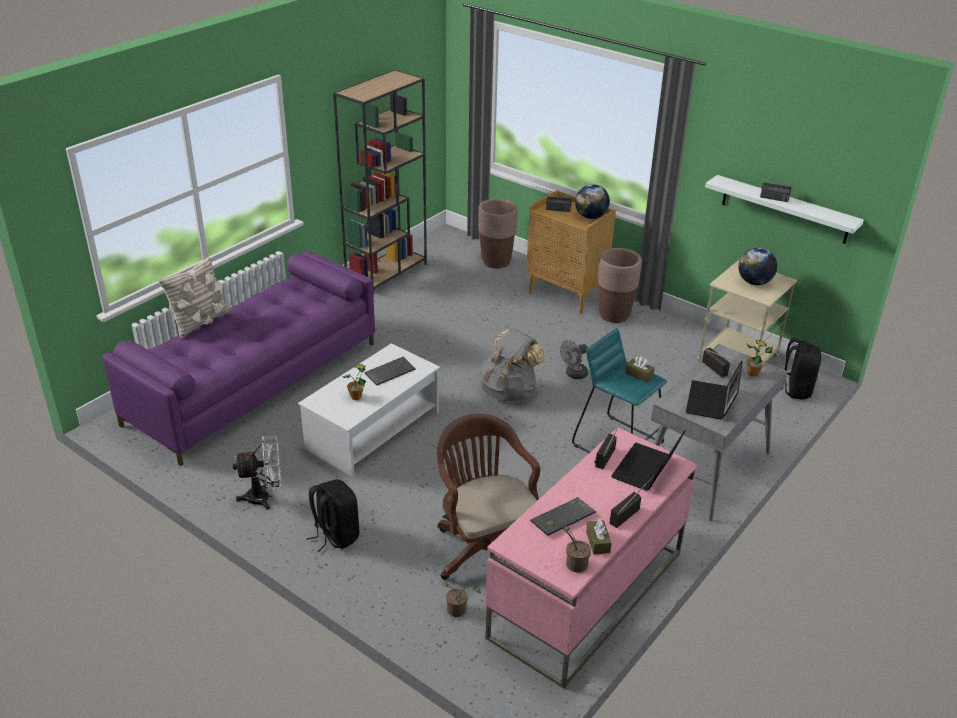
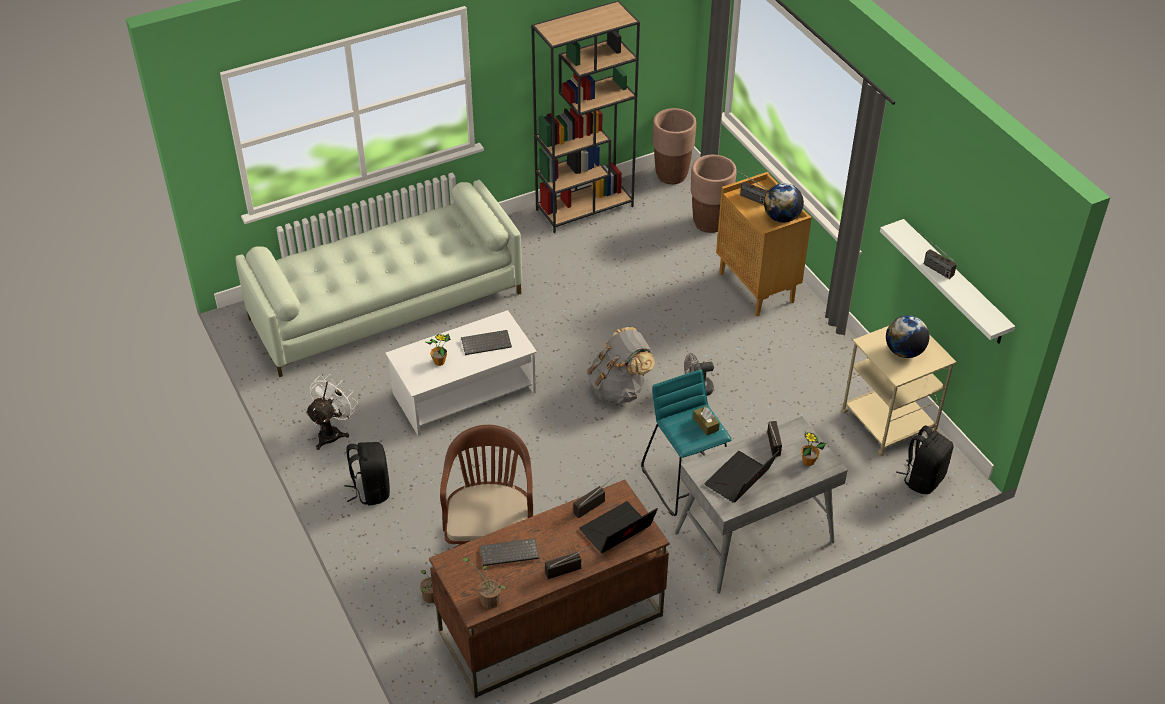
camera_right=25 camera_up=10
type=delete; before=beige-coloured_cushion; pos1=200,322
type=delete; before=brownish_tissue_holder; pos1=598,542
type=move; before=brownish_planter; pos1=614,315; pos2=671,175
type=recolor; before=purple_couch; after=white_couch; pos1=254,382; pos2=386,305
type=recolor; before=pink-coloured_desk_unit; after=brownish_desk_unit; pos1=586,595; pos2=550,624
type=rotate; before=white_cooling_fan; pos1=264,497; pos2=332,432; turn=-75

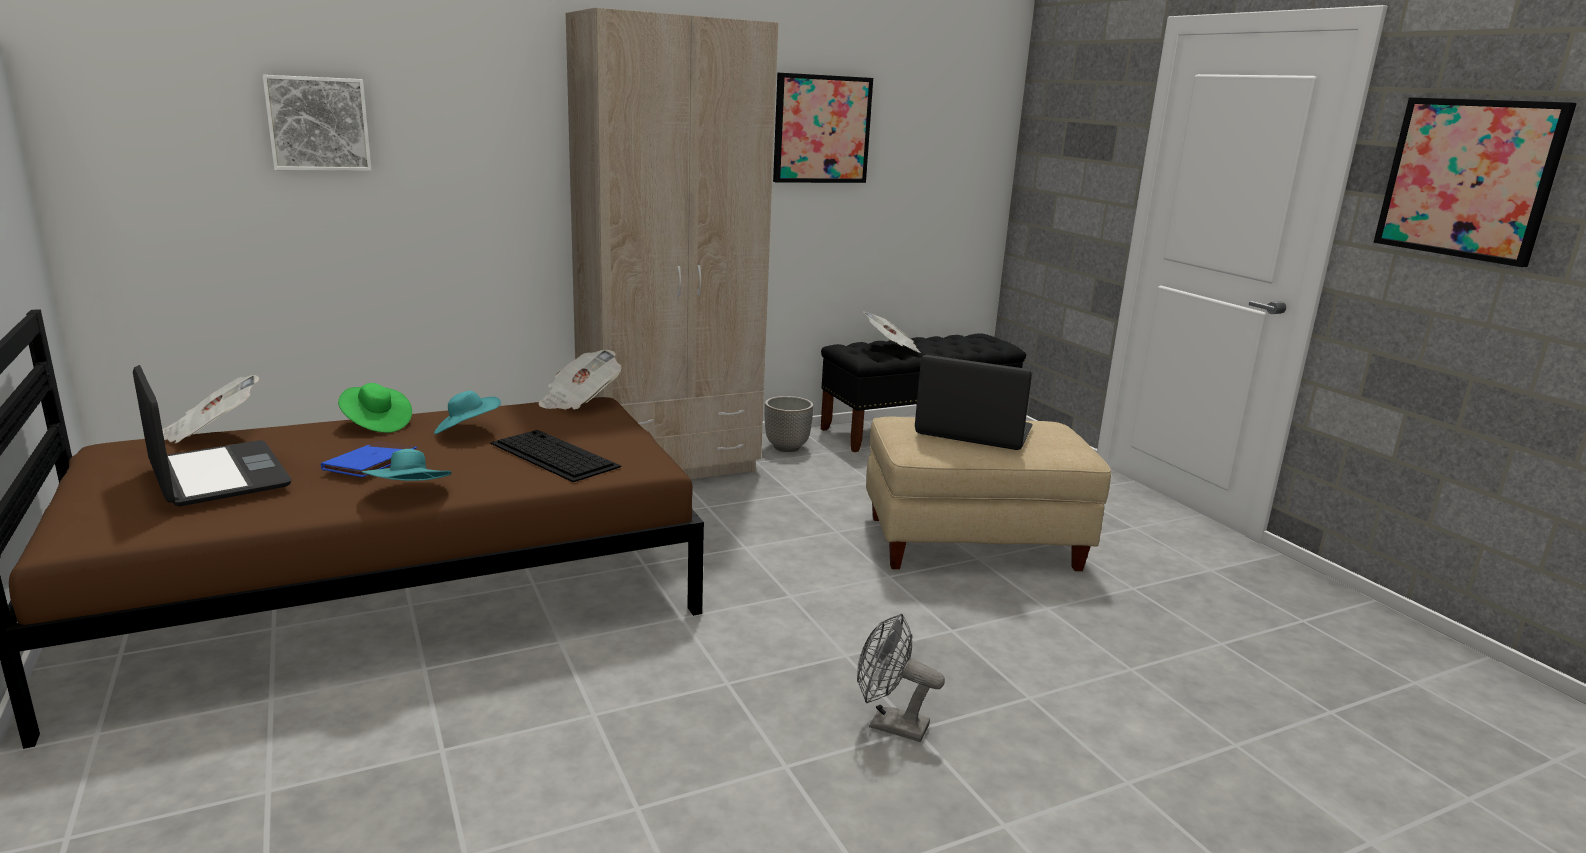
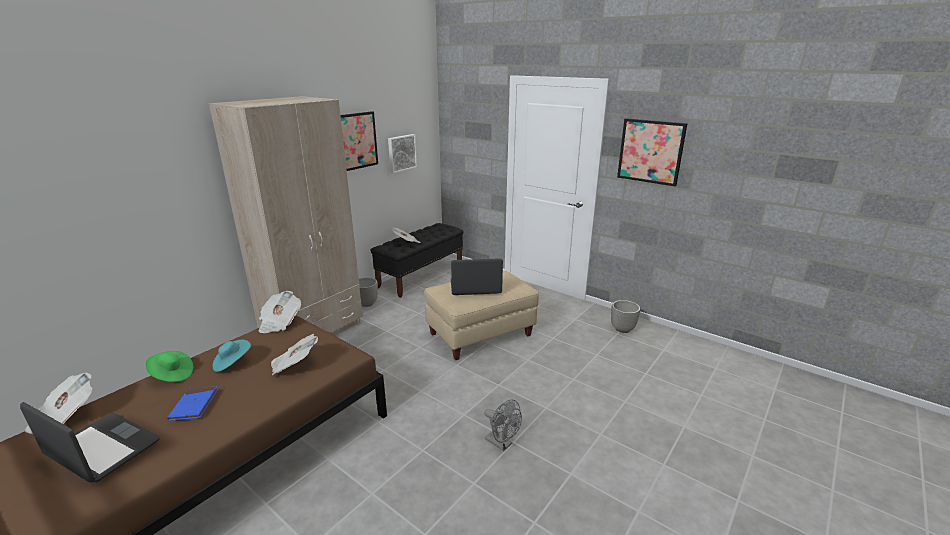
camera_right=-25 camera_up=5
type=delete; before=blue-green_clothing_hat; pos1=410,494
type=insert; after=planter; pos2=622,329
type=move; before=picture; pos1=318,123; pos2=401,153
type=replace; before=keyboard; after=newspaper; pos1=552,454; pos2=295,365
type=rotate; before=greyish_cooling_fan; pos1=889,724; pos2=502,443; turn=-135

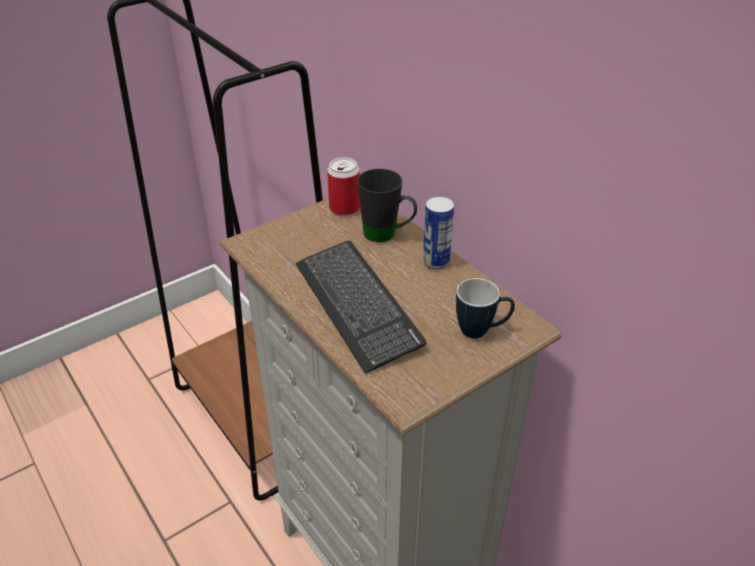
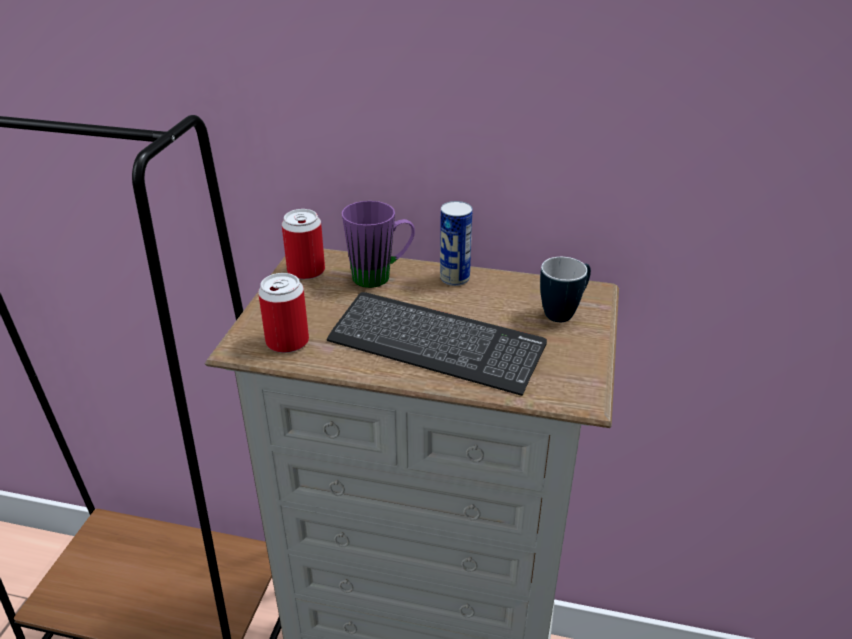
camera_right=-40 camera_up=-5
type=insert; after=can; pos2=287,342
type=recolor; before=blackish_mug; after=purple_mug; pos1=387,235; pos2=381,276

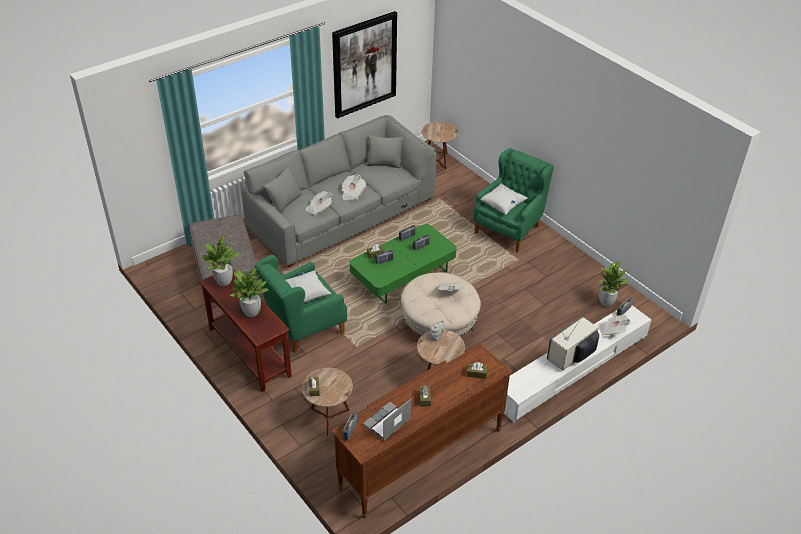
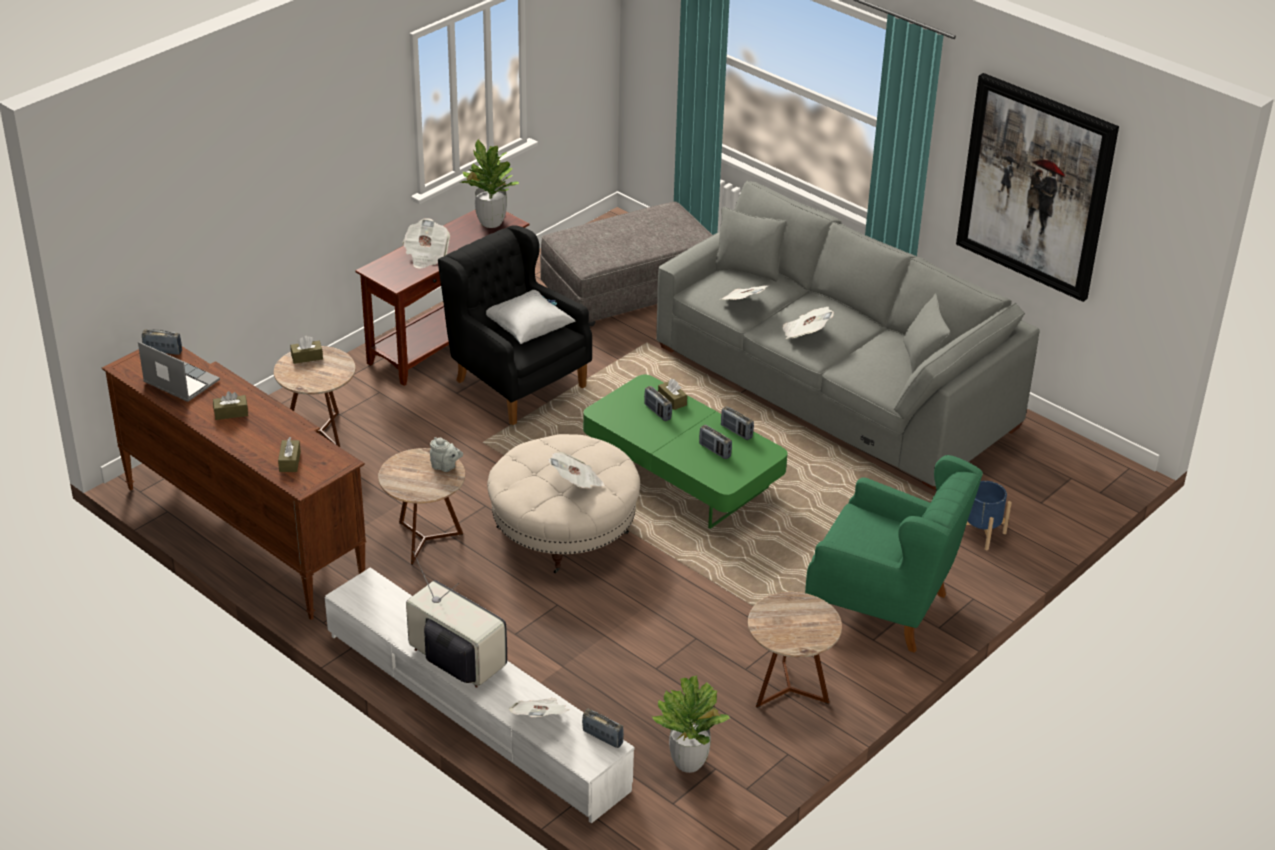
camera_right=80 camera_up=-5
type=delete; before=greyish_cushion; pos1=502,204
type=insert; after=bluish_planter; pos2=981,533
type=move; before=brownish_accent_table; pos1=438,161; pos2=788,690
type=replace; before=plant_in_a_pot; after=newspaper; pos1=251,312; pos2=426,255
type=recolor; before=greenish_easy_chair; after=blackish_easy_chair; pos1=304,327; pos2=516,384

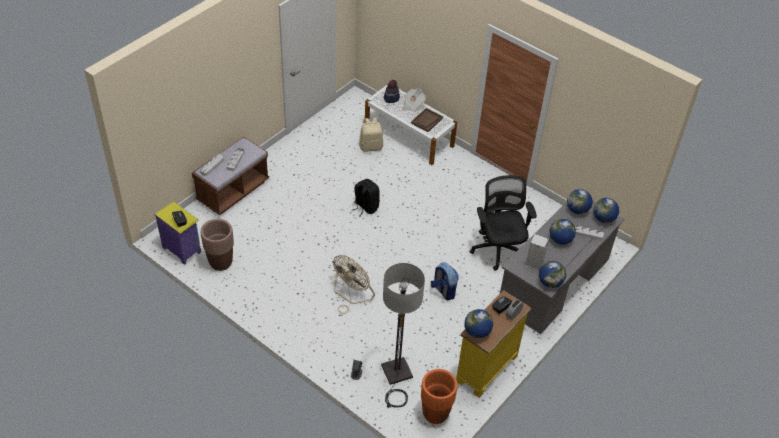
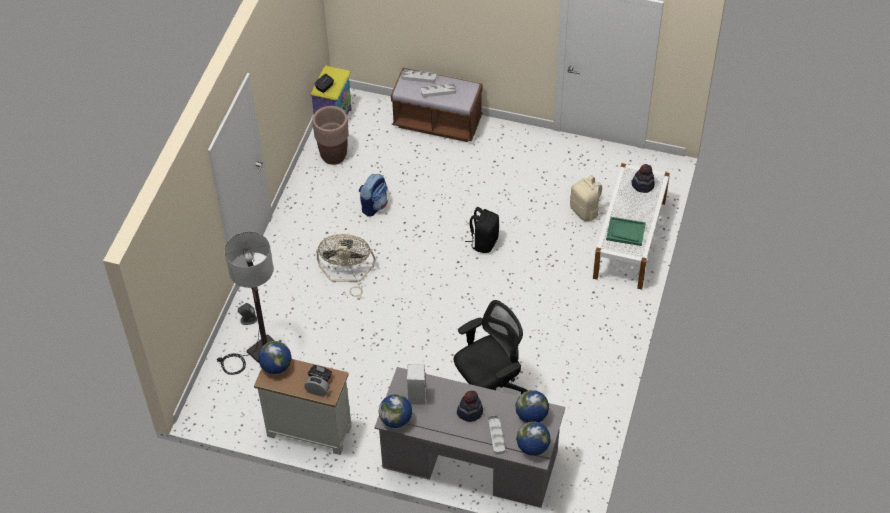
camera_right=70 camera_up=5
type=delete; before=newspaper; pos1=412,105
type=delete; before=orangey_planter; pos1=435,414
type=move; before=rucksack; pos1=443,291; pos2=374,205
type=replace; before=globe; after=clothing_hat; pos1=560,240; pos2=470,412
type=recolor; before=brownish_serving_tray; after=greenish_serving_tray; pos1=427,121; pos2=625,232
type=recolor; before=yellow_dresser; after=white_dresser; pos1=486,368; pos2=309,431
type=rotate; before=beige-coloured_cooling_fan; pos1=349,294; pos2=348,275; turn=-105

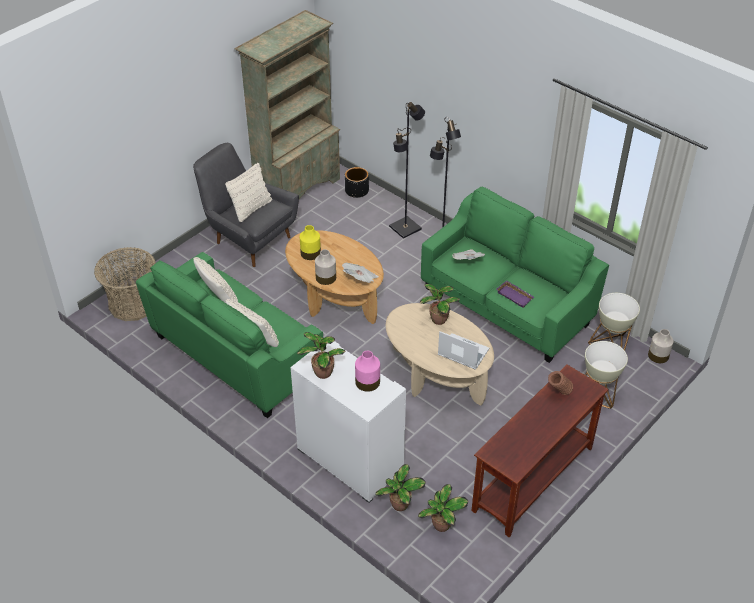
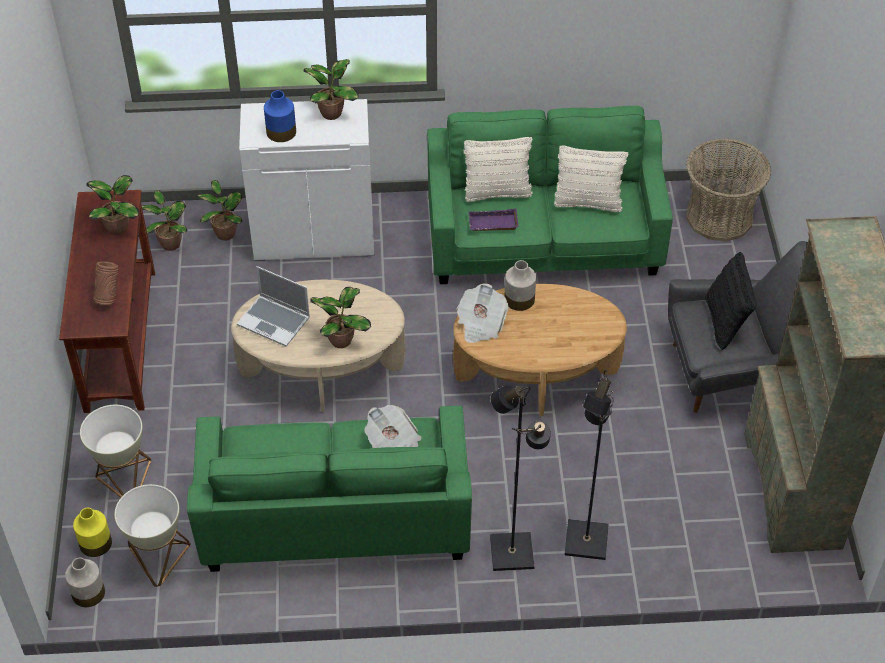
camera_right=135 camera_up=5
type=delete; before=blackish_planter; pos1=357,191
type=insert; after=plant_in_a_pot; pos2=119,227
type=move; before=yellow_flower_vase; pos1=310,253; pos2=95,543
type=move; before=purple_serving_tray; pos1=515,296; pos2=492,224
type=recolor; before=beige-coloured_cushion; after=blackish_cushion; pos1=251,209; pos2=725,323
type=recolor; before=pink-coloured_flower_vase; after=bluish_flower_vase; pos1=367,382; pos2=281,131
type=rotate; before=laptop; pos1=462,353; pos2=275,321; turn=45

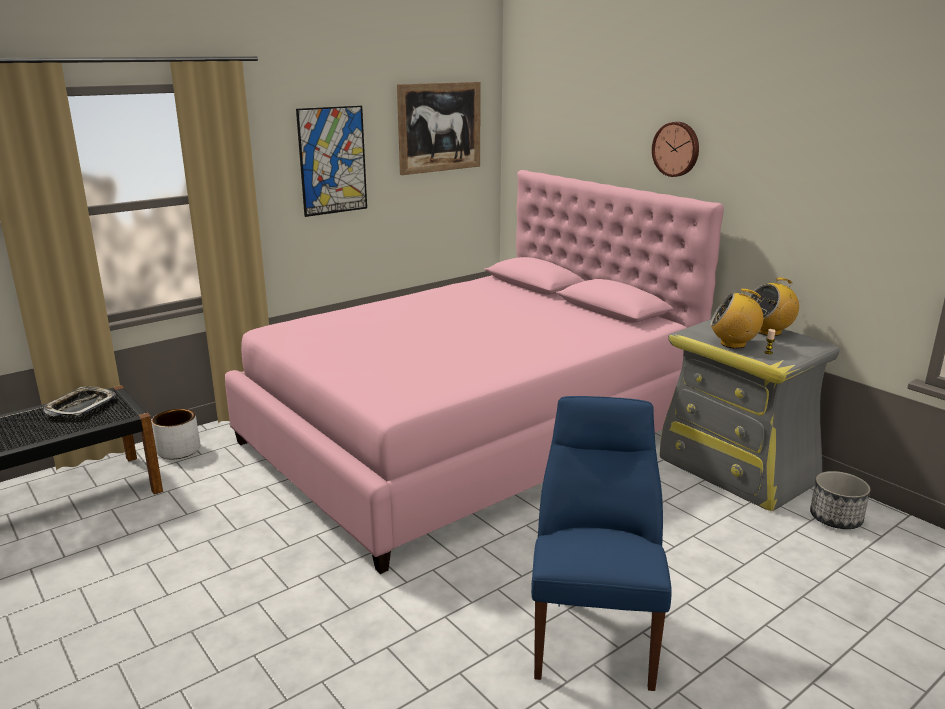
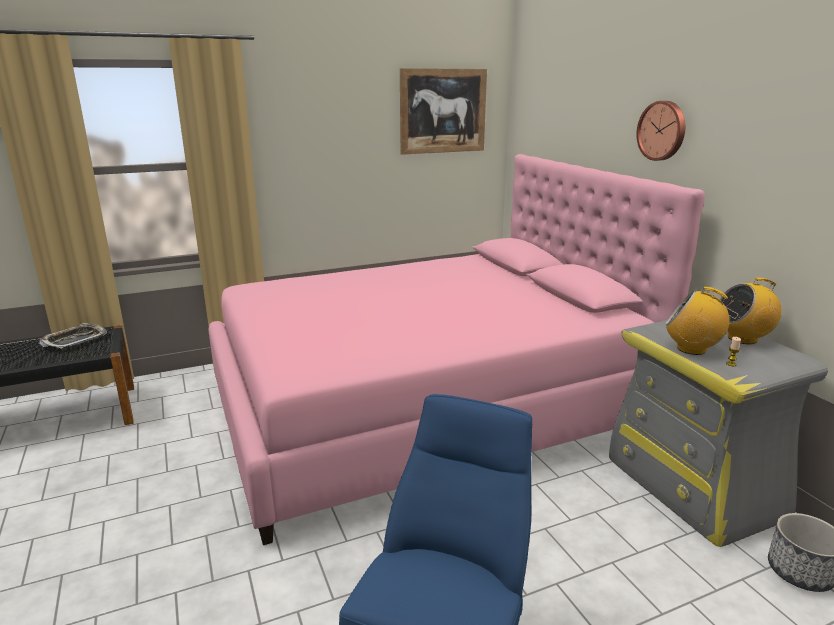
camera_right=15 camera_up=0
type=delete; before=white_planter; pos1=178,450
type=delete; before=picture; pos1=332,160

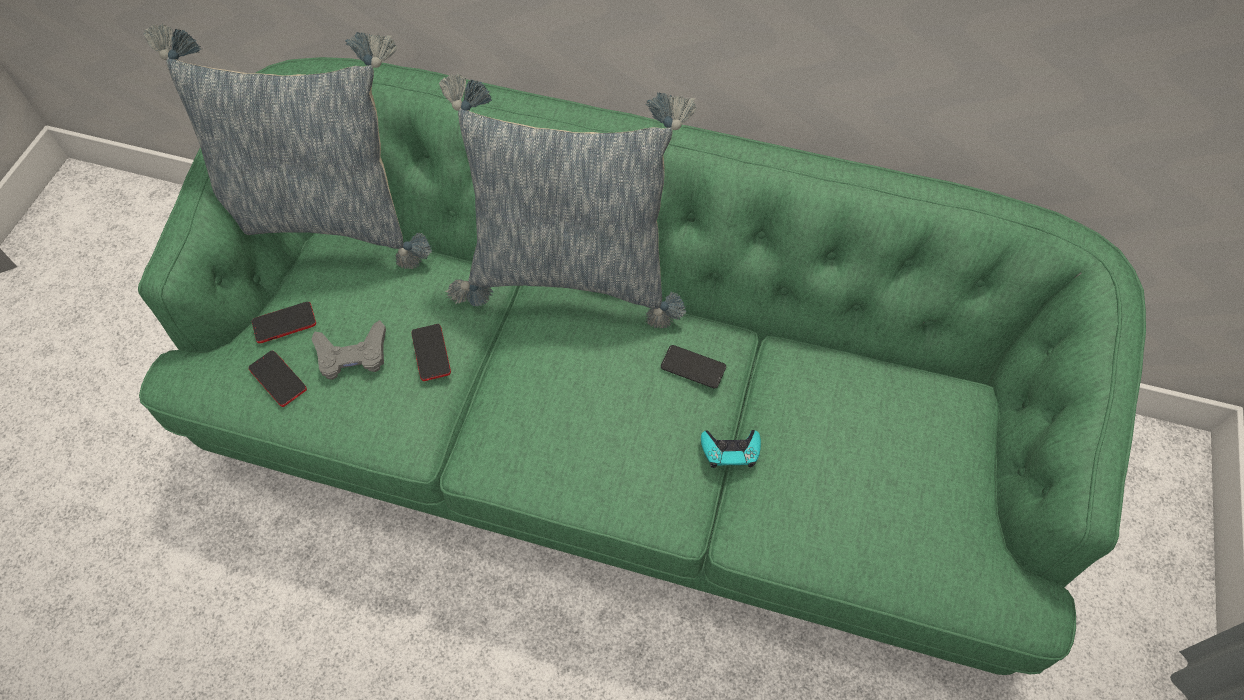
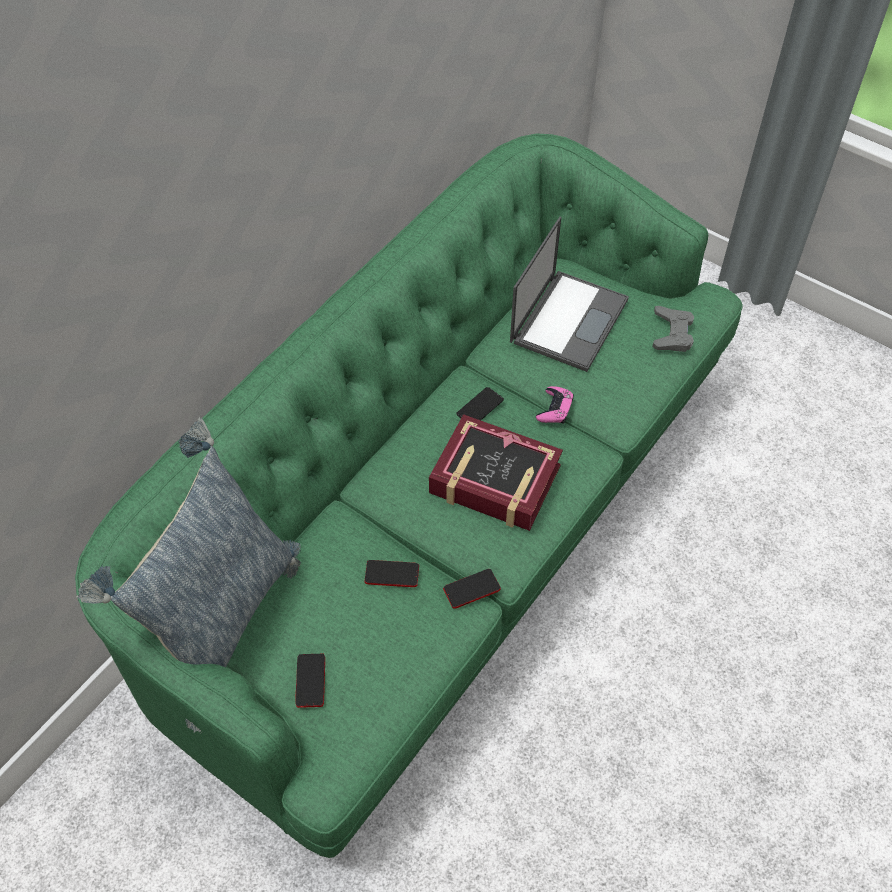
camera_right=-70 camera_up=-5
type=delete; before=cushion; pos1=572,282
type=insert; after=bound_book; pos2=494,481
type=insert; after=laptop; pos2=569,319
type=move; before=handset; pos1=278,379; pos2=471,589
type=move; before=greyish_game_controller; pos1=352,355; pos2=672,333
type=recolor; before=blue-green_game_controller; after=pink-coloured_game_controller; pos1=730,450; pos2=554,409

